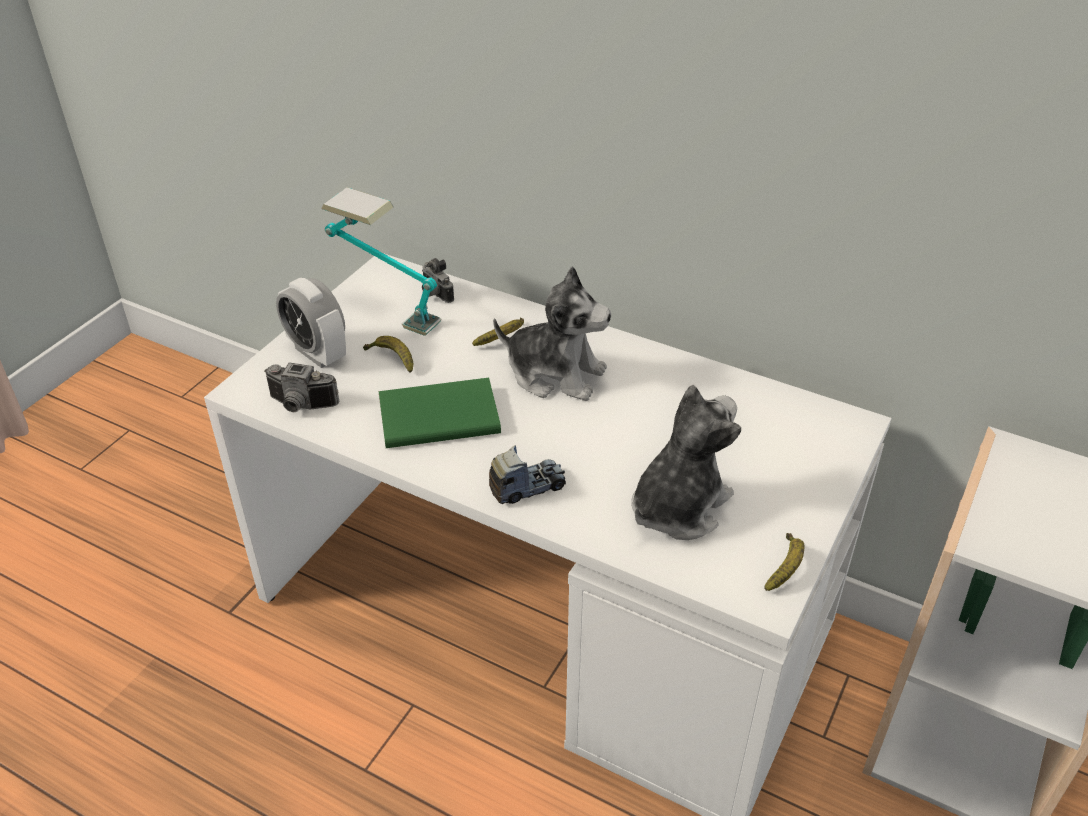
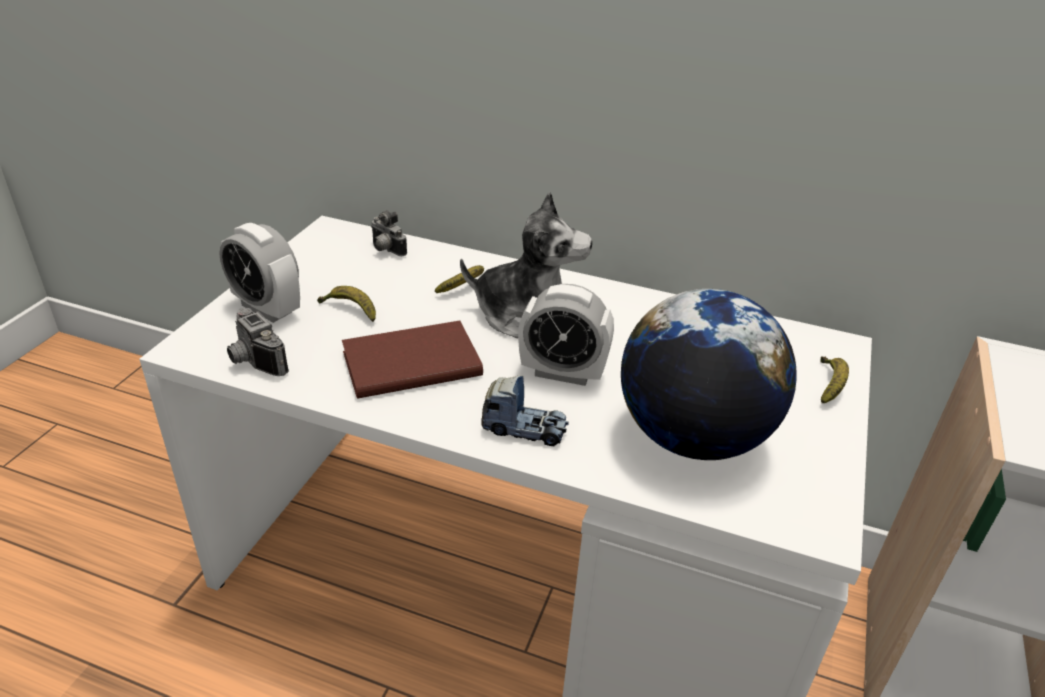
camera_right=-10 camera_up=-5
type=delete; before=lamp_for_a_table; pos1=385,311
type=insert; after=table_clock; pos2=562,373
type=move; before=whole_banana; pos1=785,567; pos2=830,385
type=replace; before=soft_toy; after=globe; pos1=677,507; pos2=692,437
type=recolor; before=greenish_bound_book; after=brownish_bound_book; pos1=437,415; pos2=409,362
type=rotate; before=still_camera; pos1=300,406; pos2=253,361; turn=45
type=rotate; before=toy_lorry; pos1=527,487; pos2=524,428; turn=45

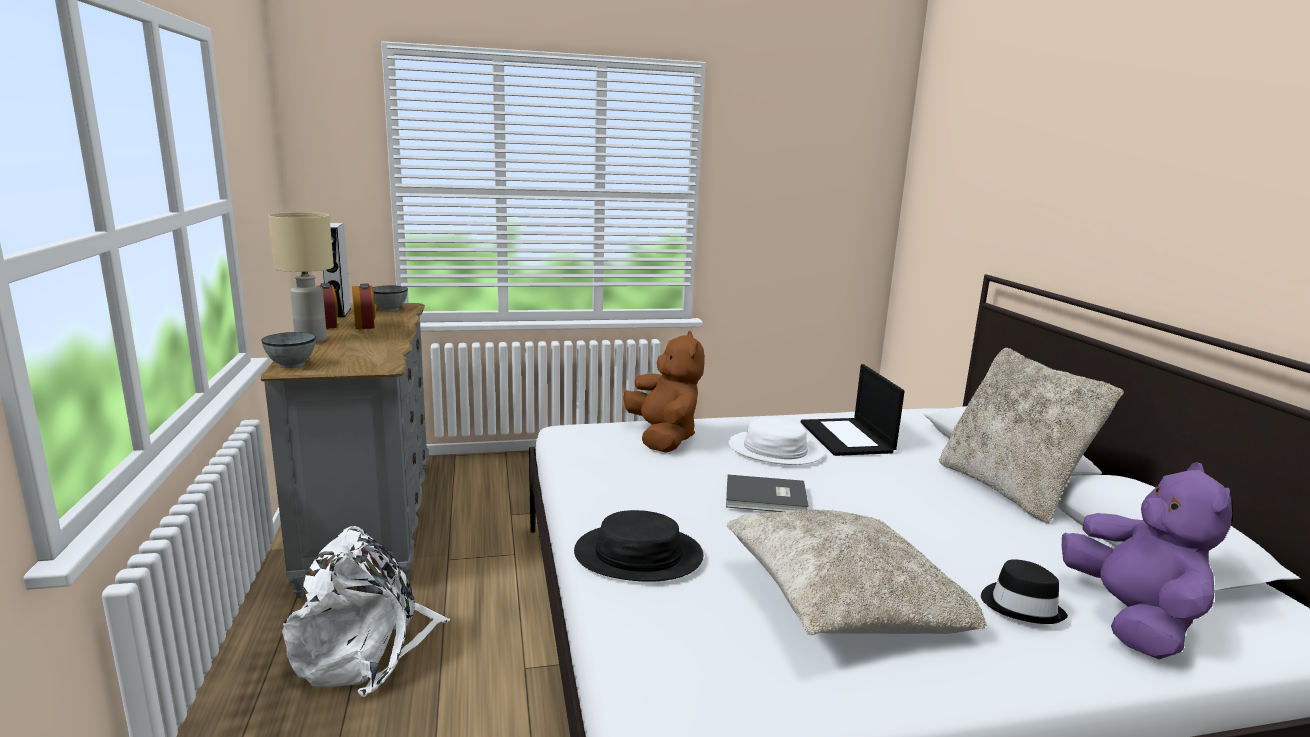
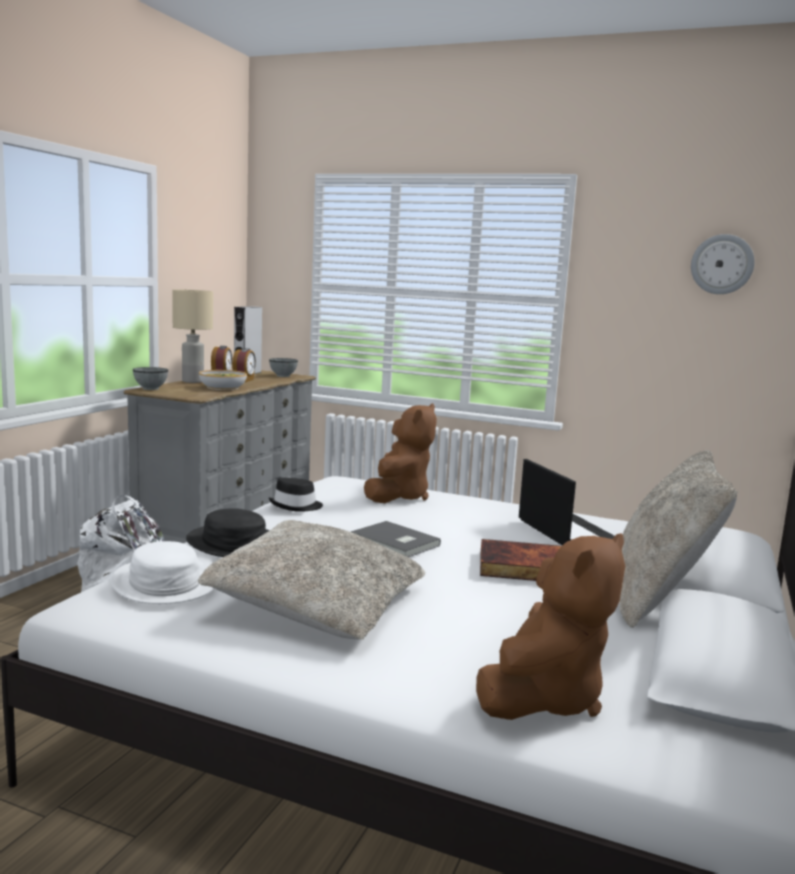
camera_right=35 camera_up=-5
type=insert; after=serving_bowl; pos2=223,387
type=insert; after=bound_book; pos2=522,567
type=insert; after=clock_on_the_wall; pos2=722,264
type=move; before=white_clothing_hat; pos1=775,450; pos2=164,583
type=move; before=blackish_clothing_hat; pos1=1022,606; pos2=296,506
type=recolor; before=purple_soft_toy; after=brownish_soft_toy; pos1=1132,620; pos2=544,697
type=rotate; before=laptop; pos1=847,437; pos2=567,532; turn=135

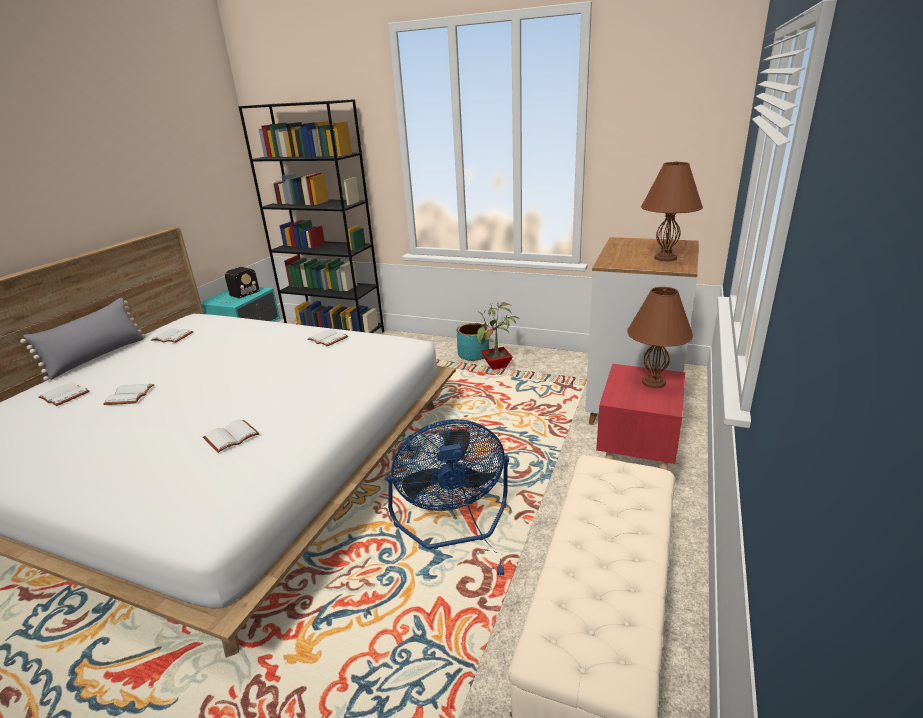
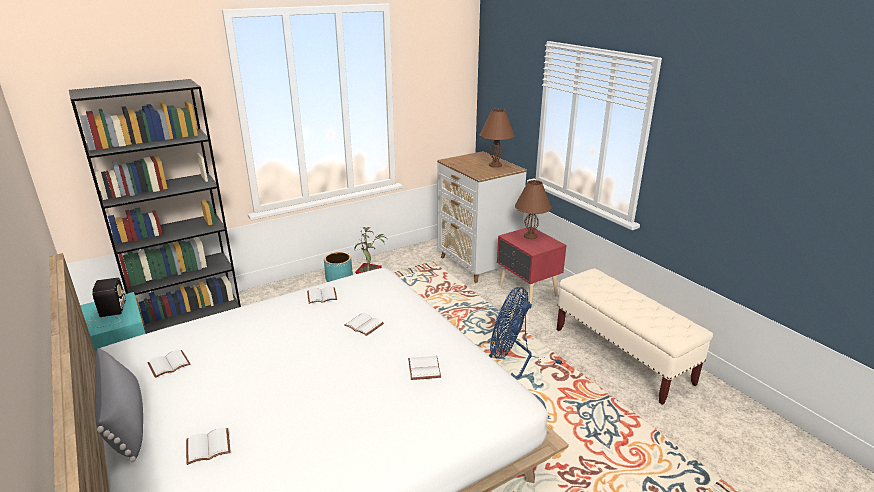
camera_right=-55 camera_up=0
type=move; before=white_bound_book; pos1=131,396; pos2=365,325

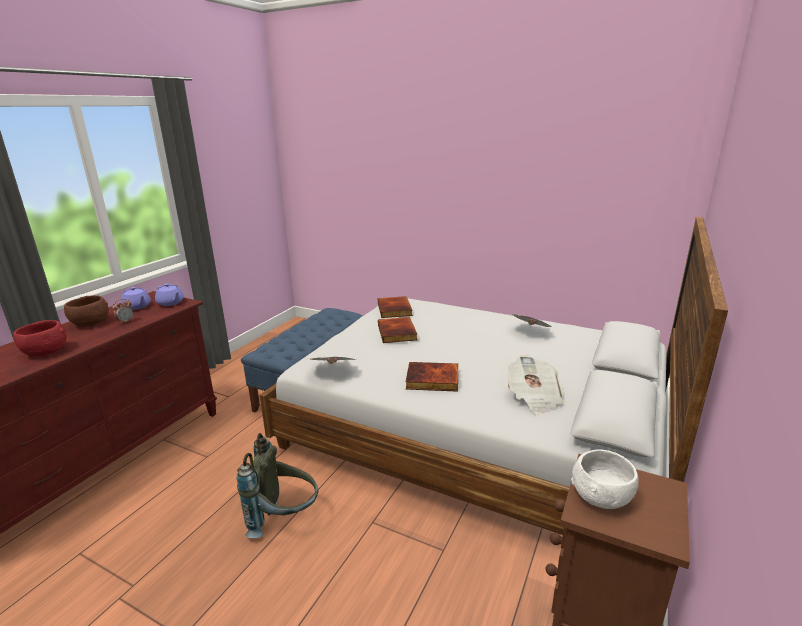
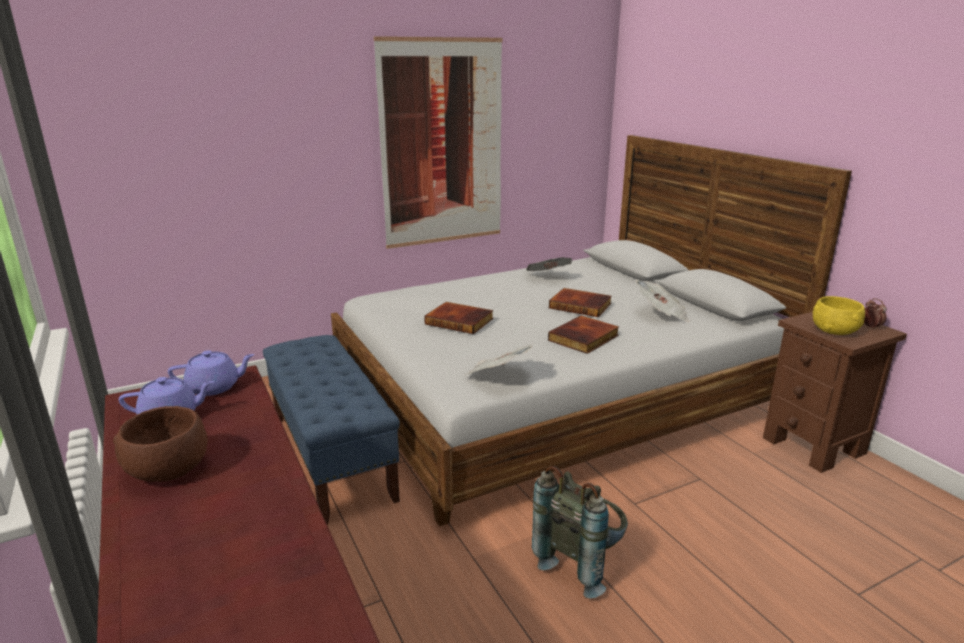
camera_right=-55 camera_up=0
type=delete; before=red-coloured_serving_bowl; pos1=45,352
type=insert; after=picture; pos2=442,144
type=move; before=table_clock; pos1=125,322; pos2=871,327
type=move; before=bound_book; pos1=395,309; pos2=581,305
type=recolor; before=white_serving_bowl; after=yellow_serving_bowl; pos1=601,497; pos2=835,331

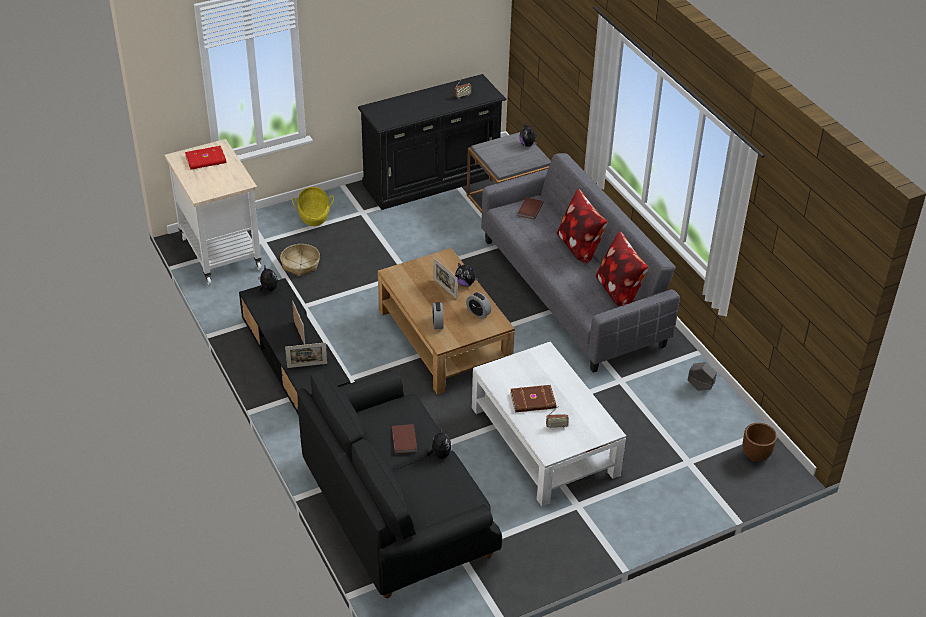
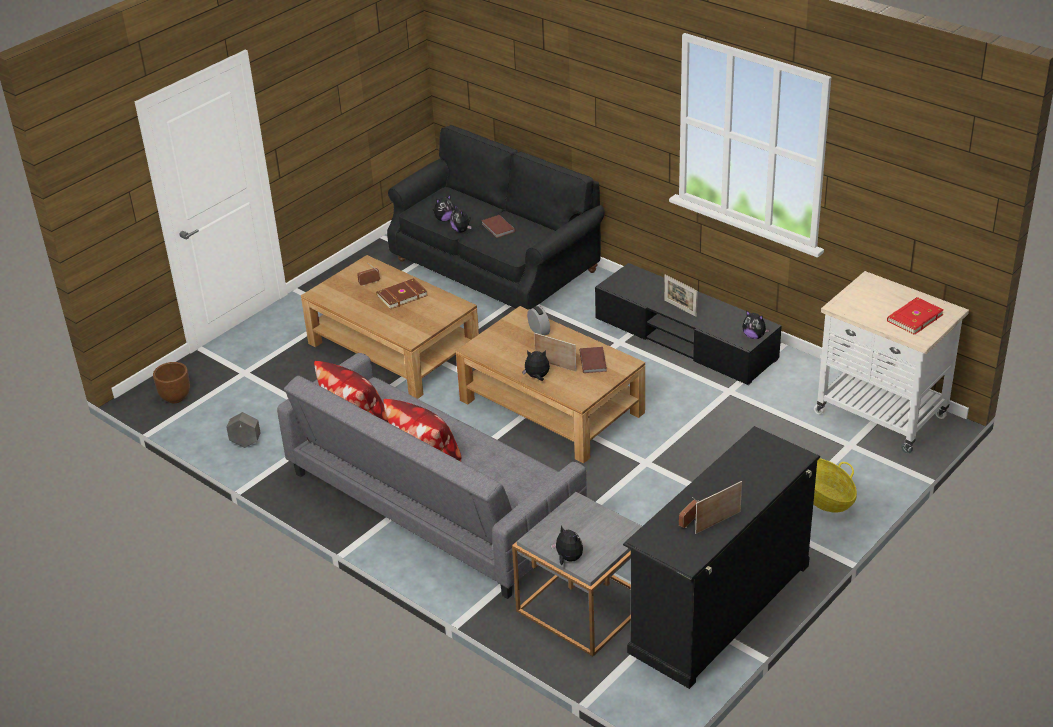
camera_right=160 camera_up=-5
type=delete; before=household_basket; pos1=300,264
type=delete; before=table_clock; pos1=478,313
type=insert; after=soft_toy; pos2=444,219
type=move; before=picture_frame; pos1=307,365; pos2=718,522
type=move; before=brownish_bound_book; pos1=529,209; pos2=594,361
type=recolor; before=white_lounge_table; after=brownish_lounge_table; pos1=544,440; pos2=394,349

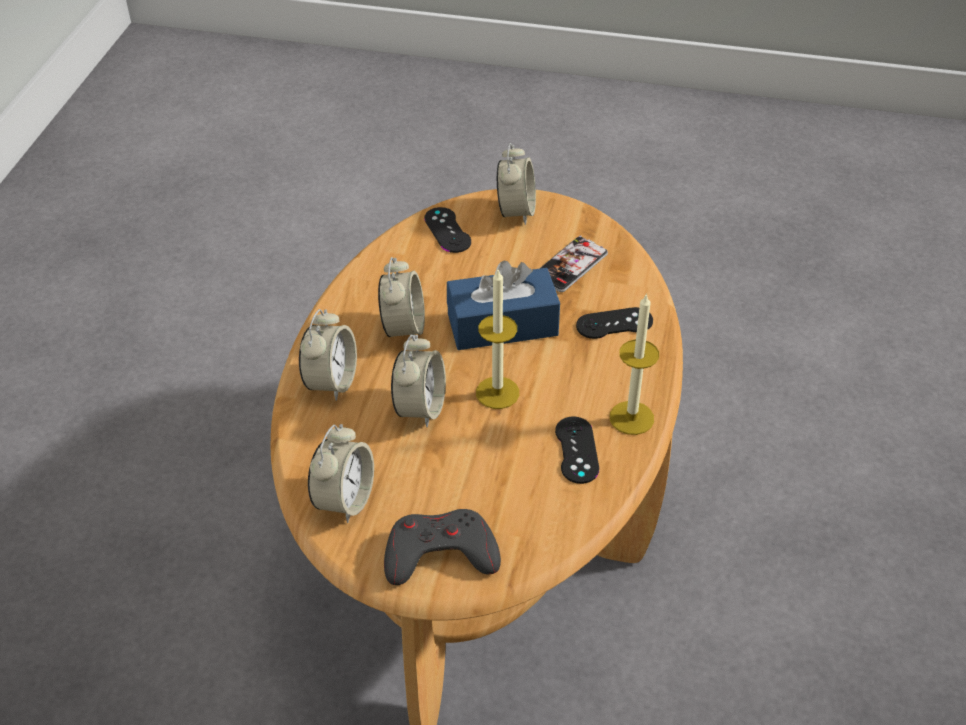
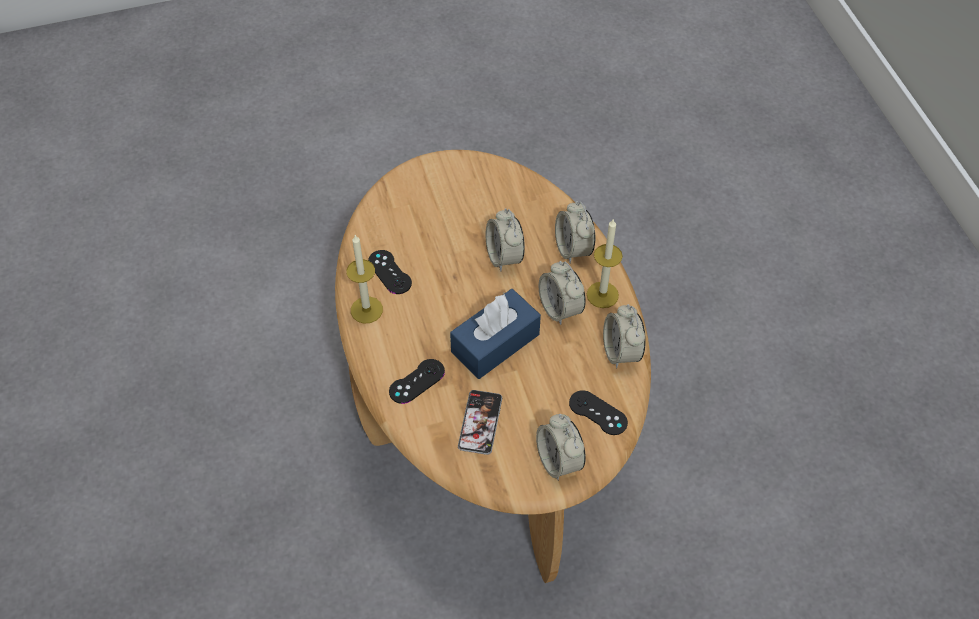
camera_right=150 camera_up=10
type=delete; before=greyish_game_controller; pos1=440,554
type=move; before=table_clock; pos1=344,500; pos2=621,352
type=move; before=wax_light; pos1=497,392; pos2=602,295

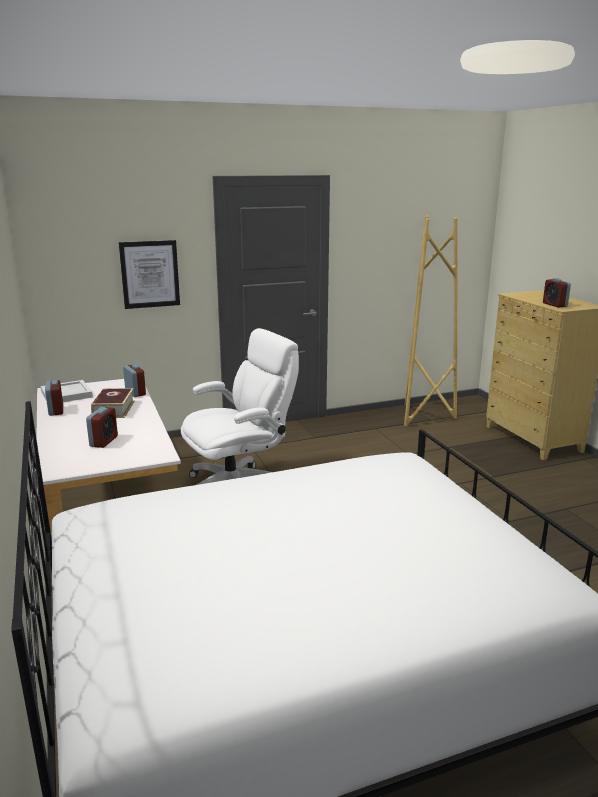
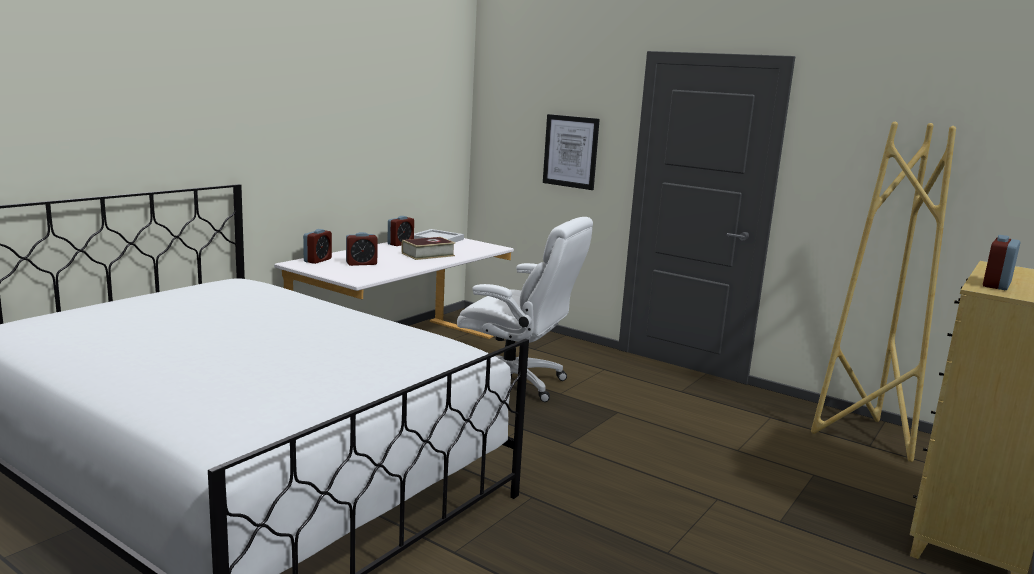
camera_right=55 camera_up=-5
type=move; before=table_clock; pos1=135,393; pos2=317,260

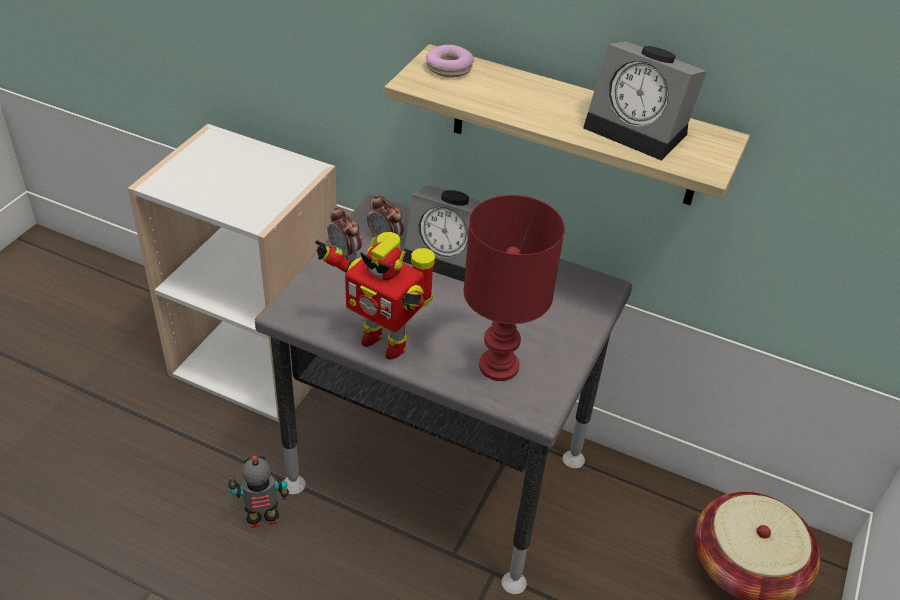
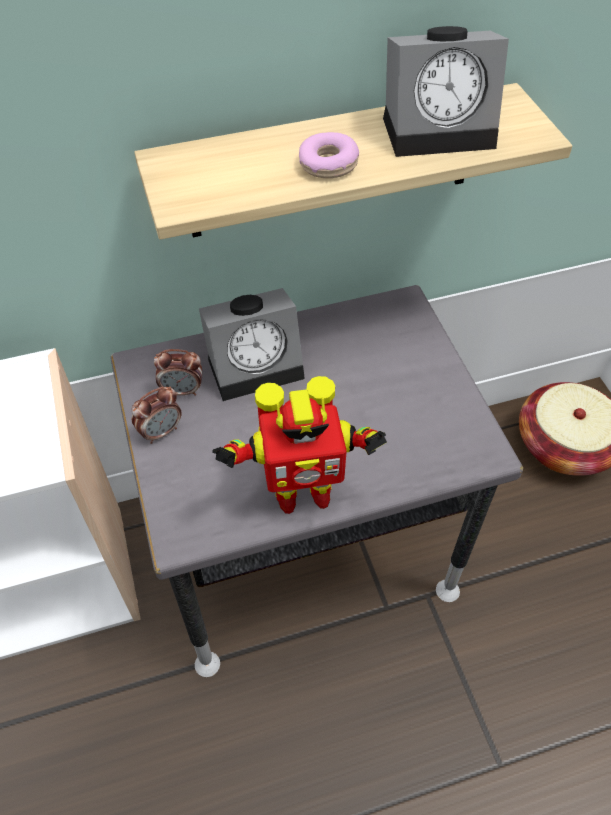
camera_right=-40 camera_up=10
type=delete; before=model_robot; pos1=263,521
type=delete; before=red-coloured_lamp_for_a_table; pos1=500,365
type=move; before=ring_doughnut; pos1=449,68; pos2=328,164
type=rotate; before=table_clock; pos1=345,252; pos2=161,431; turn=-45

